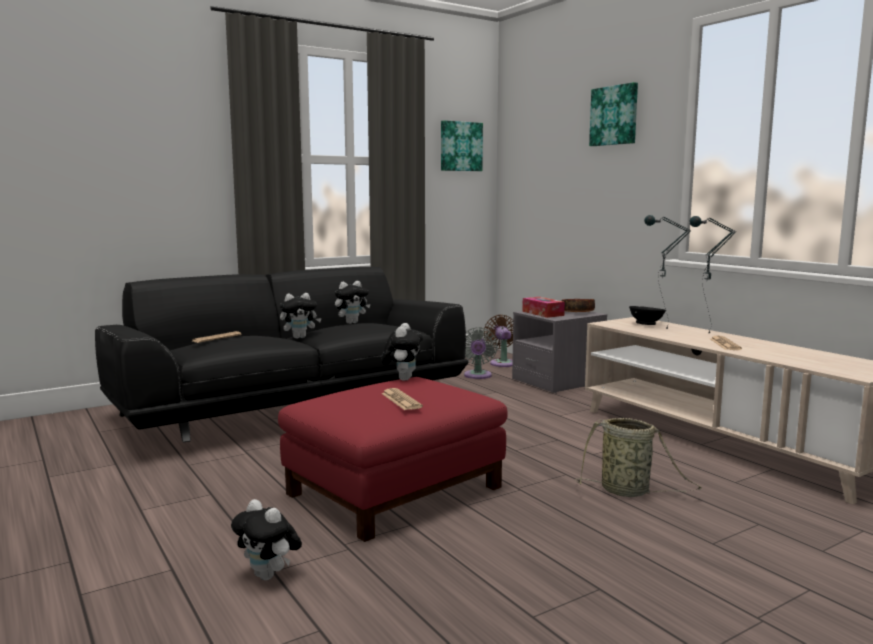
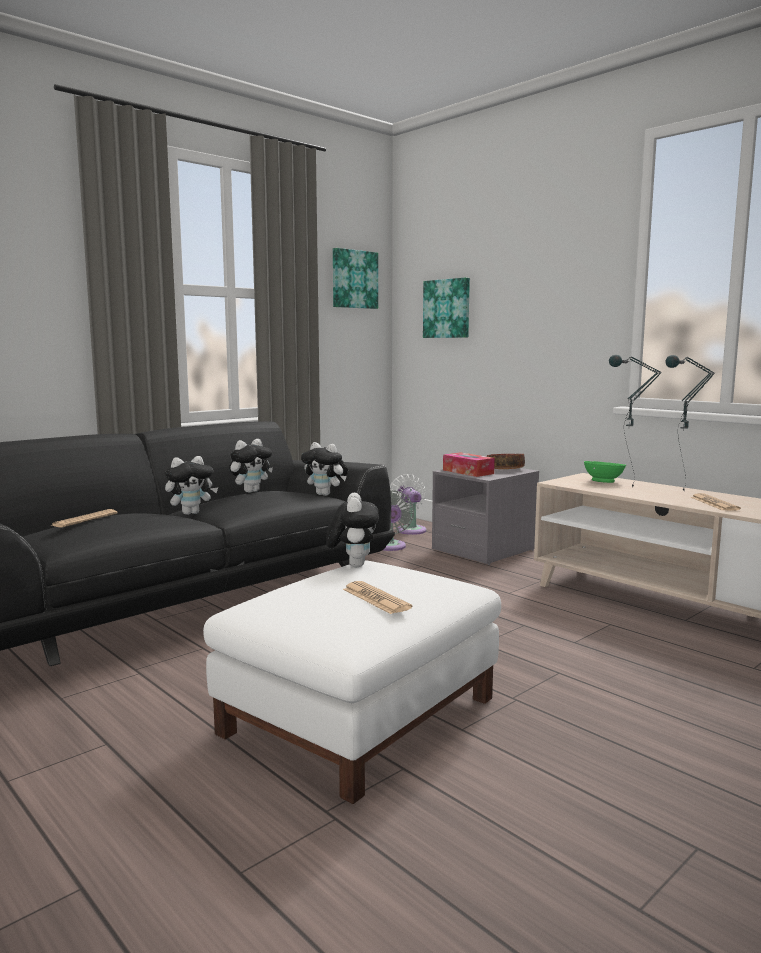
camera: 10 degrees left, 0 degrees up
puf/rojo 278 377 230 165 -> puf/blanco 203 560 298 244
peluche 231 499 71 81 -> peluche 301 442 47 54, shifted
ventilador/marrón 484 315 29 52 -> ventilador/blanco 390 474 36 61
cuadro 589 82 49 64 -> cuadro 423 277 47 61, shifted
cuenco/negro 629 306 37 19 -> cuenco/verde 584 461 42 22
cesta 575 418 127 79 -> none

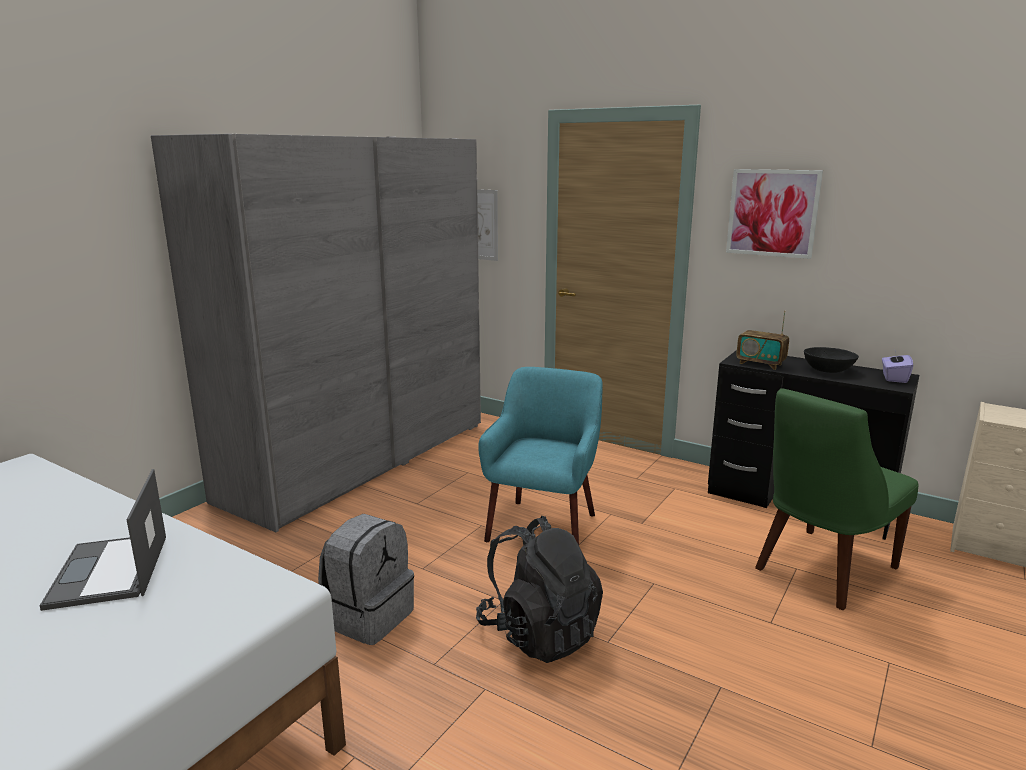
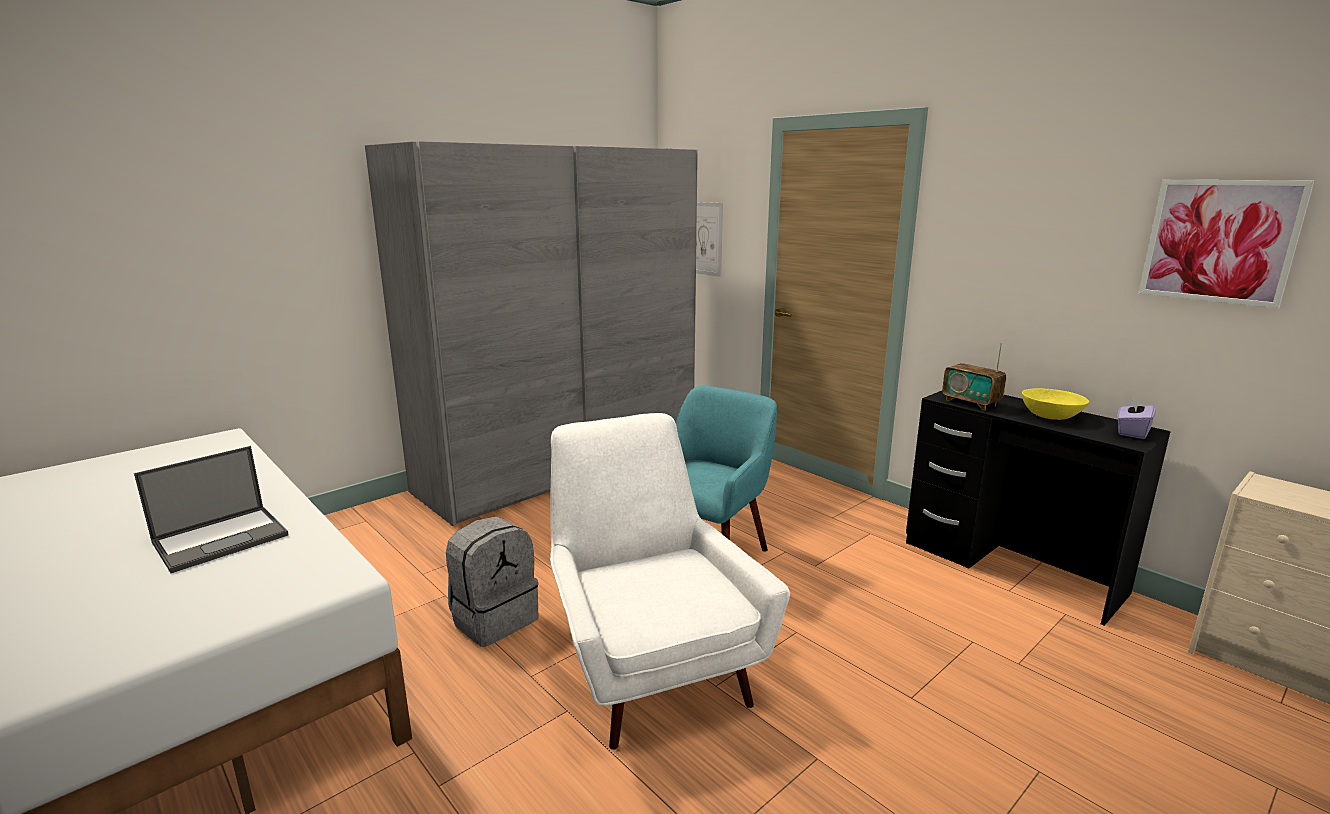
camera: 15 degrees right, 0 degrees up
portátil 39 469 127 142 -> portátil 134 446 155 127, 135 degrees counterclockwise
mochila/negro 476 516 127 147 -> sillón/blanco 550 413 240 337
cuenco/negro 804 347 55 26 -> cuenco/amarillo 1022 388 67 32
cuadro 726 169 97 90 -> cuadro 1138 180 177 128, shifted
silla/verde 755 388 164 222 -> none

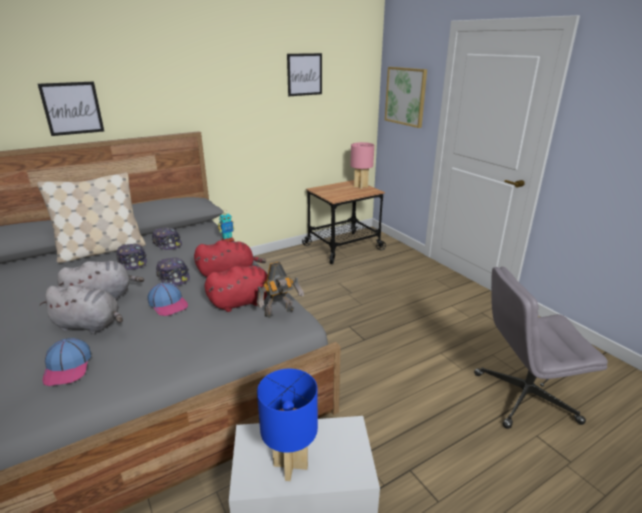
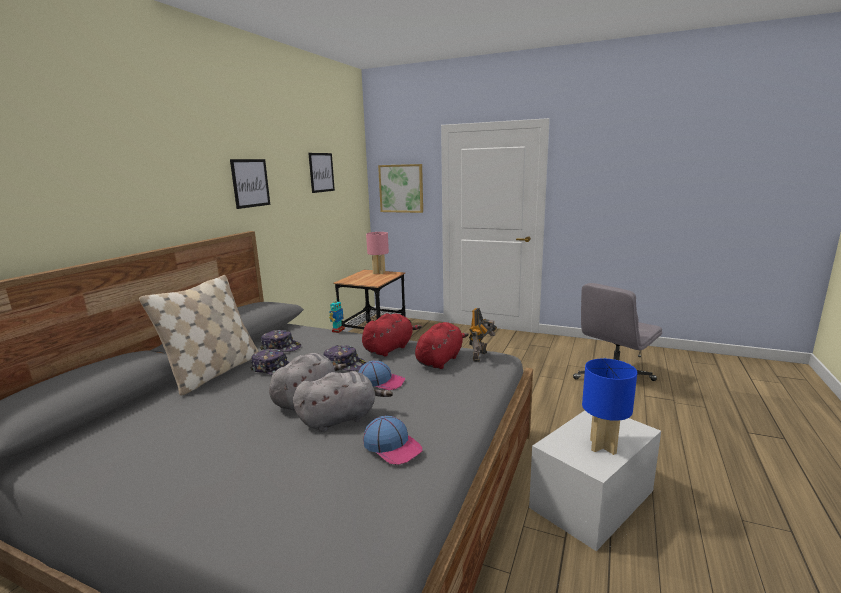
camera: 35 degrees left, 10 degrees down
cuadro 38 82 66 54 -> cuadro 230 159 40 50, shifted

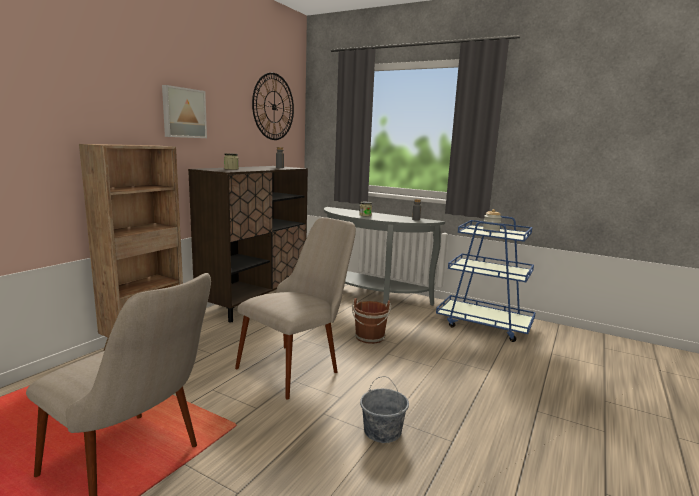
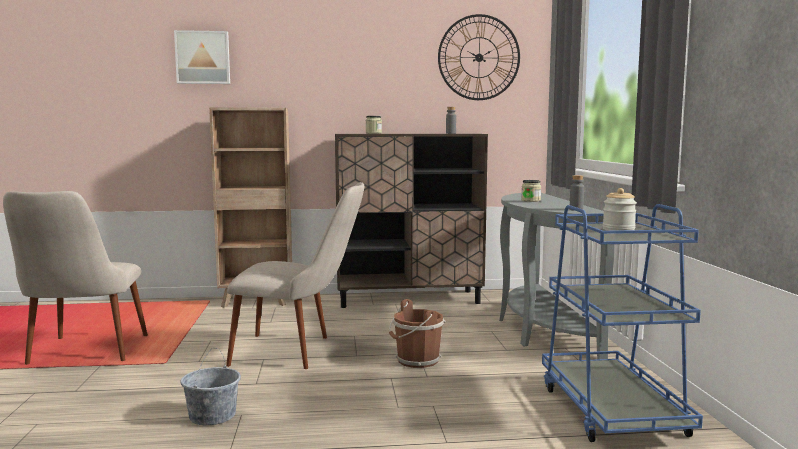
camera: 55 degrees right, 5 degrees down
cuadro 162 85 45 53 -> cuadro 174 30 56 54, shifted

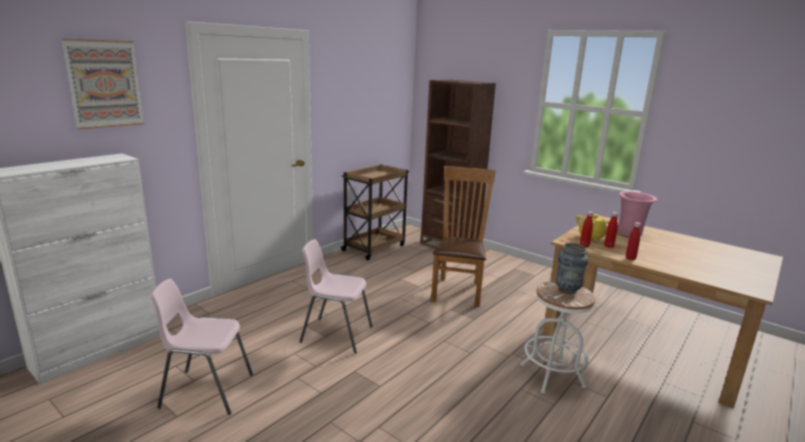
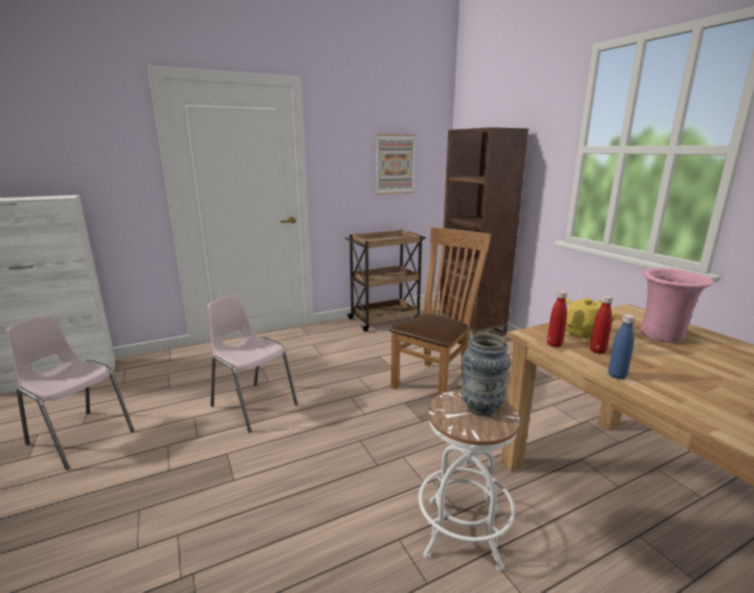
camera: 25 degrees right, 0 degrees up
cuadro 61 38 83 92 -> cuadro 376 134 40 61, shifted
botella/rojo 626 222 15 38 -> botella/azul 608 314 27 65

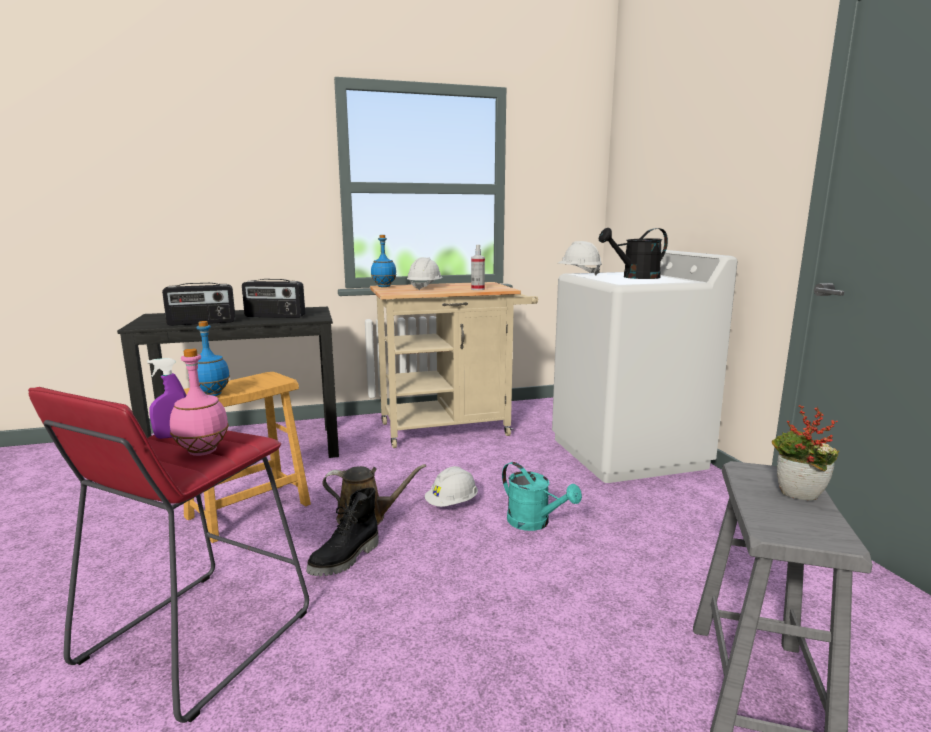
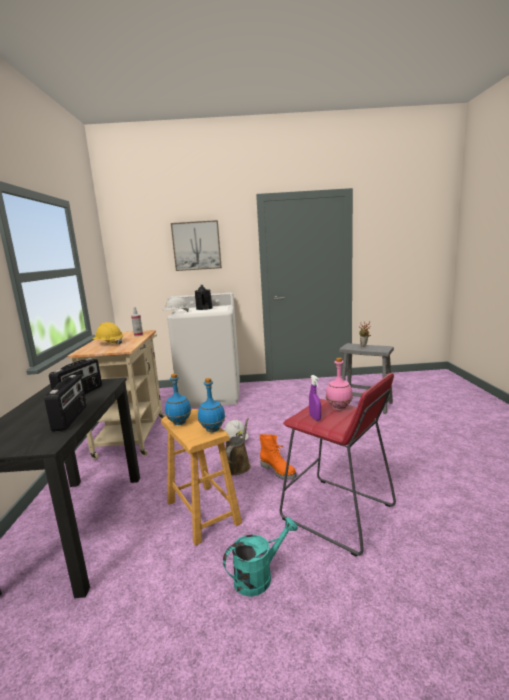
camera: 75 degrees left, 0 degrees up
casco/blanco 407 257 36 33 -> casco/amarillo 93 322 30 23
botella/azul 371 235 26 52 -> botella/azul 165 374 26 51, shifted
none -> cuadro 171 220 51 51
regadera/turquesa 502 462 80 69 -> regadera/turquesa 223 517 75 80, shifted
bota/negro 306 488 73 88 -> bota/naranja 260 434 37 46

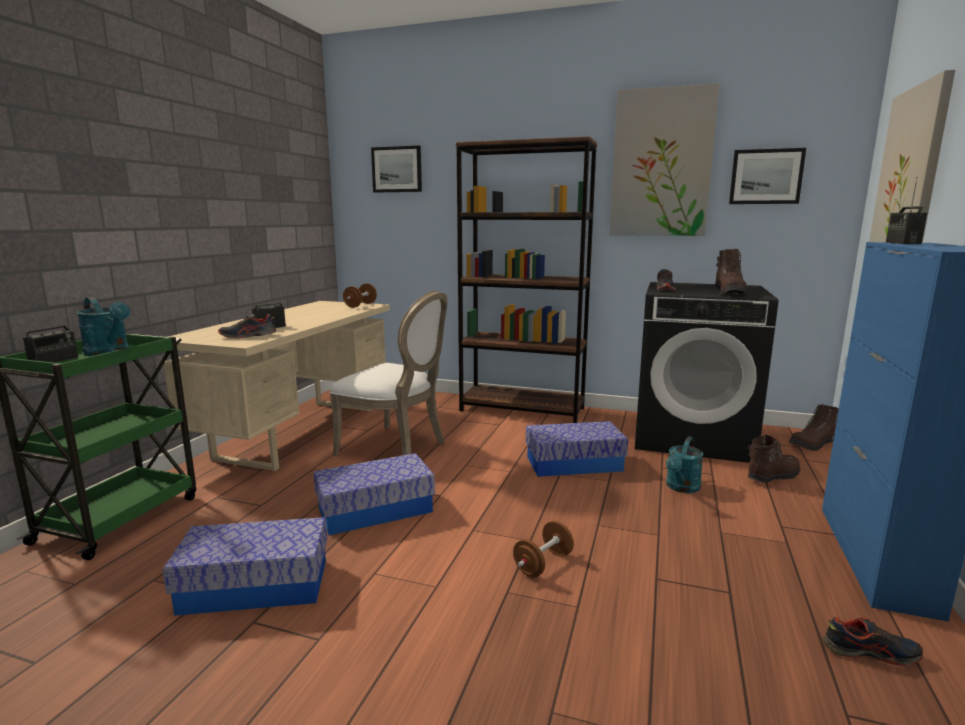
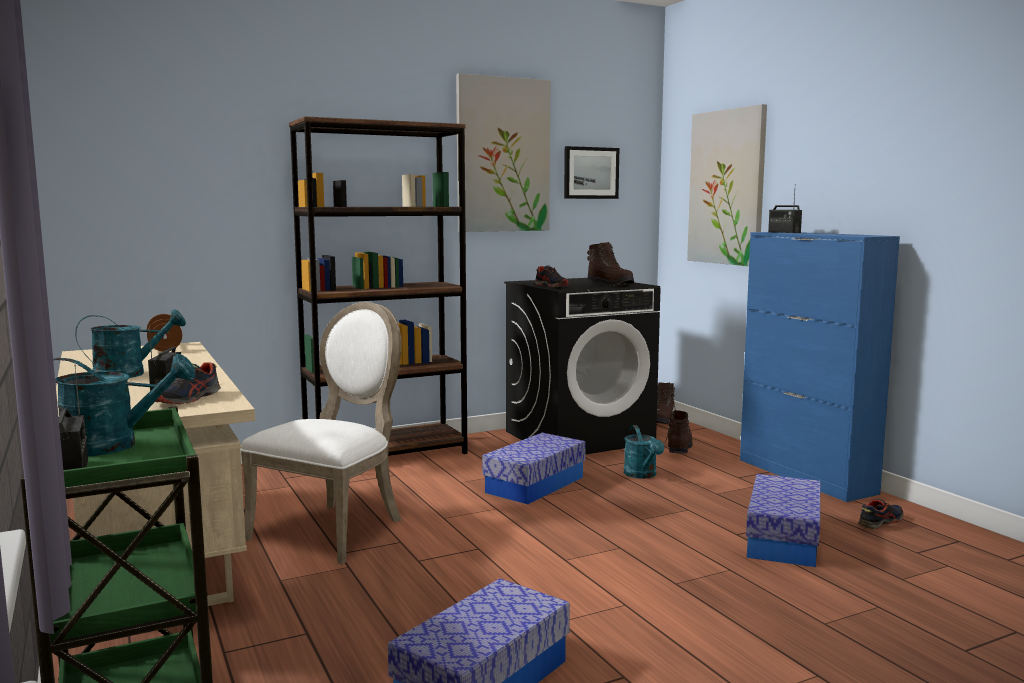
camera: 45 degrees left, 5 degrees down
none -> regadera/turquesa 75 309 111 69
silla/blanco 330 291 118 165 -> silla/blanco 241 302 161 262, 45 degrees counterclockwise
caja de almacenaje 313 453 122 82 -> caja de almacenaje 746 474 74 93, shifted
cuadro 371 146 51 46 -> none
mancuerna/marrón 513 521 61 57 -> none

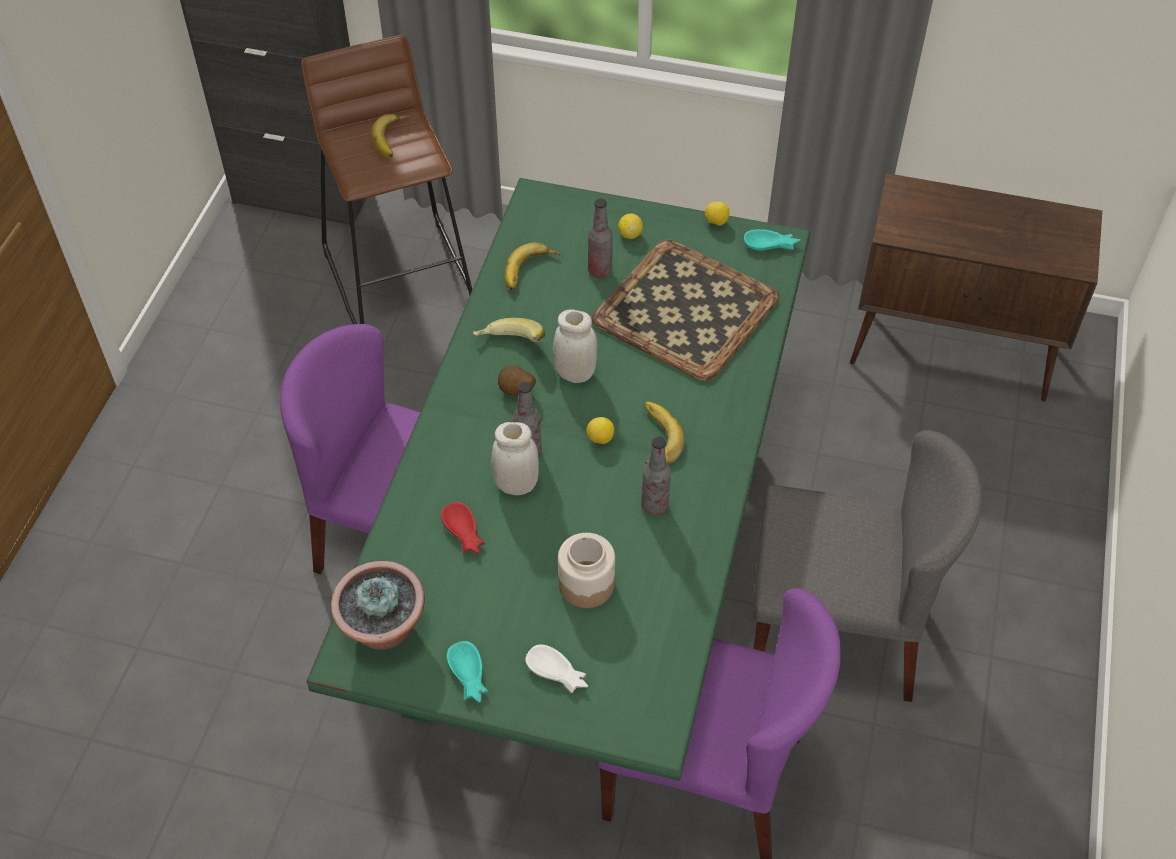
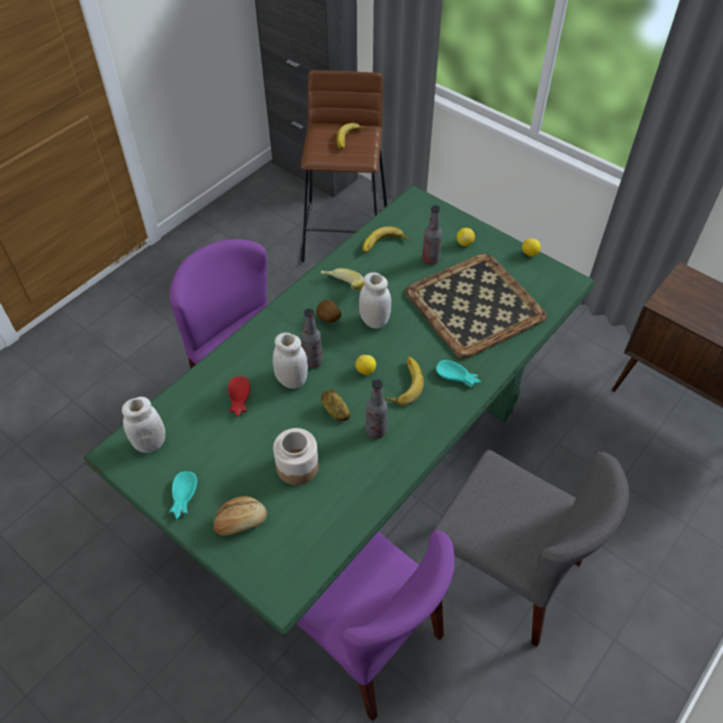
camera: 25 degrees right, 0 degrees up
planta en maceta 331 561 94 89 -> tarro/blanco 122 397 43 56
cuenco/blanco 525 644 63 49 -> pan 213 496 54 40
none -> patata 321 390 29 31
cuenco/turquesa 744 229 57 22 -> cuenco/turquesa 436 360 45 27, shifted

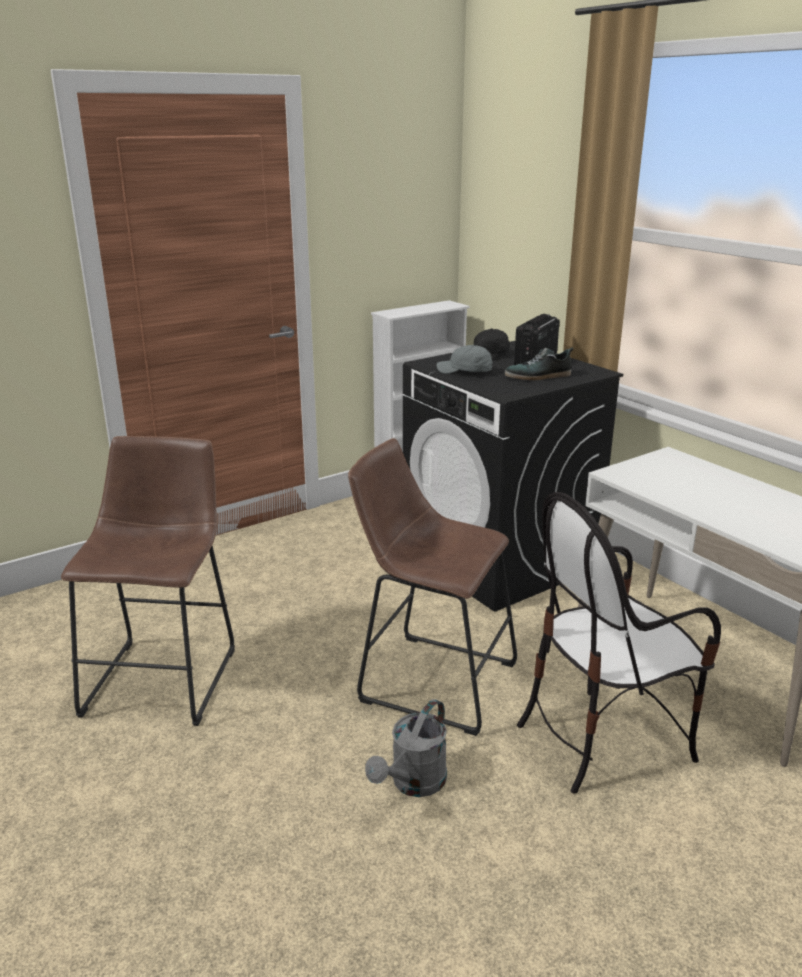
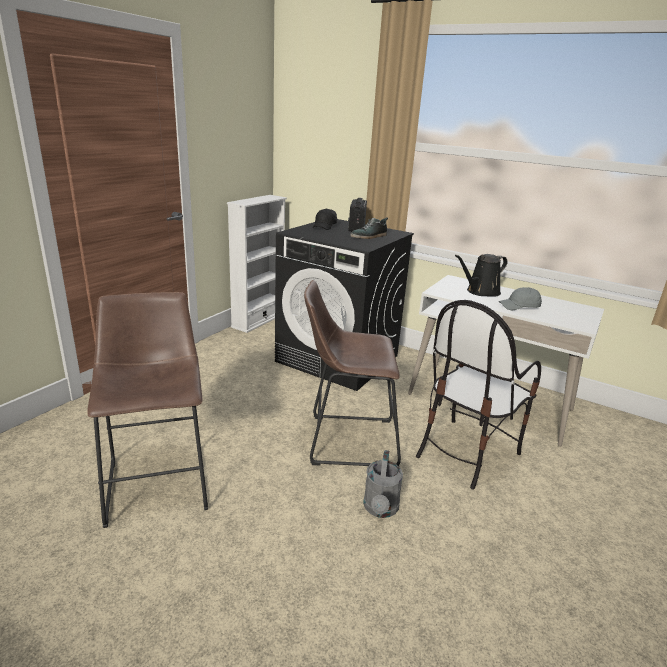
camera: 25 degrees left, 0 degrees up
none -> regadera/negro 455 254 53 43
gorra/gris 437 345 55 29 -> gorra/gris 499 287 43 23, shifted

